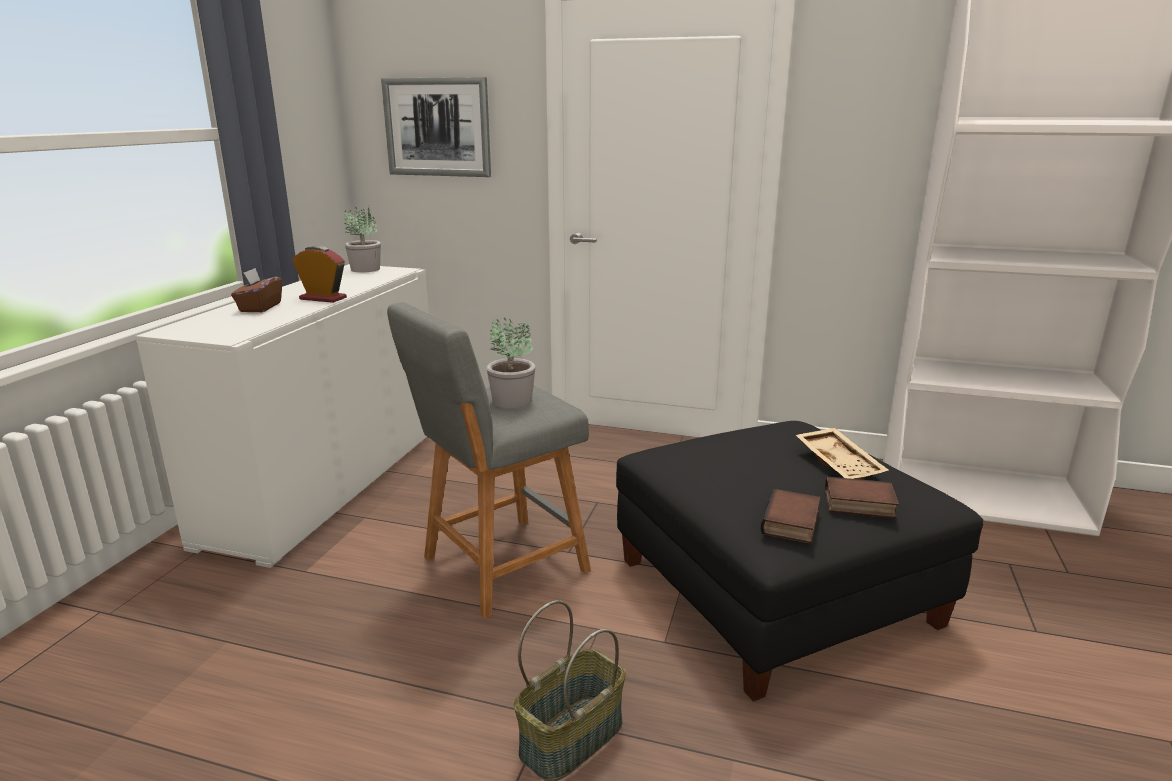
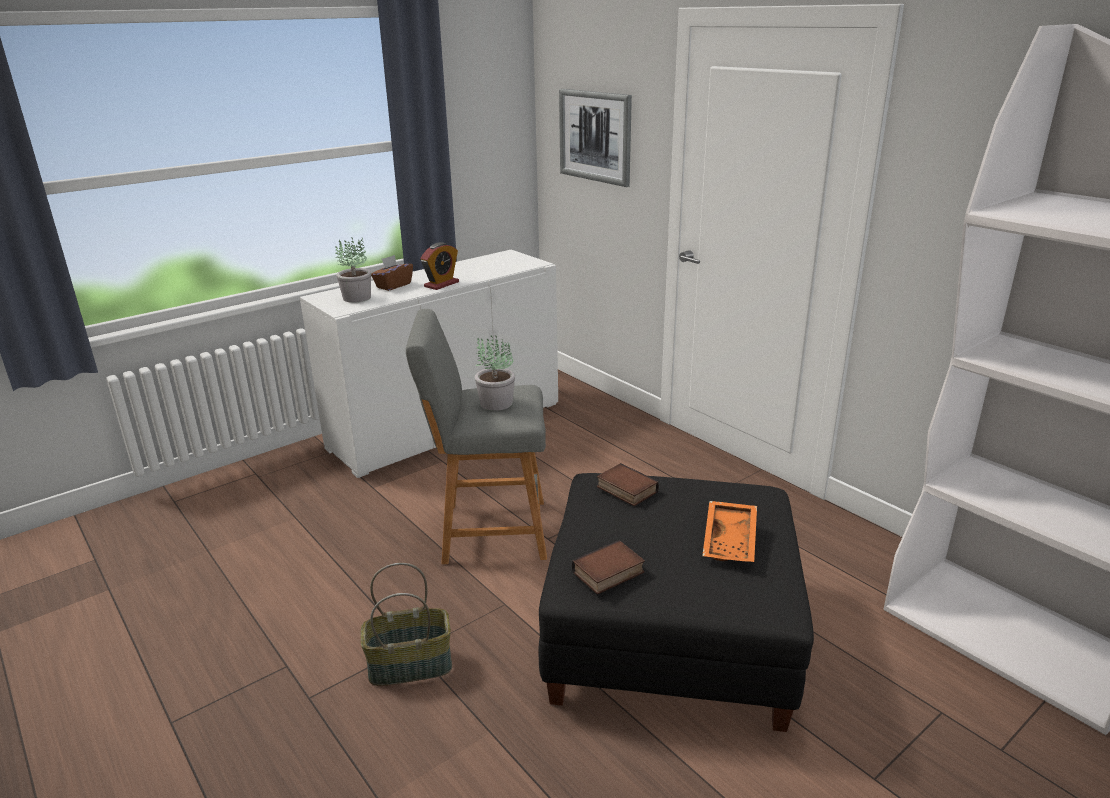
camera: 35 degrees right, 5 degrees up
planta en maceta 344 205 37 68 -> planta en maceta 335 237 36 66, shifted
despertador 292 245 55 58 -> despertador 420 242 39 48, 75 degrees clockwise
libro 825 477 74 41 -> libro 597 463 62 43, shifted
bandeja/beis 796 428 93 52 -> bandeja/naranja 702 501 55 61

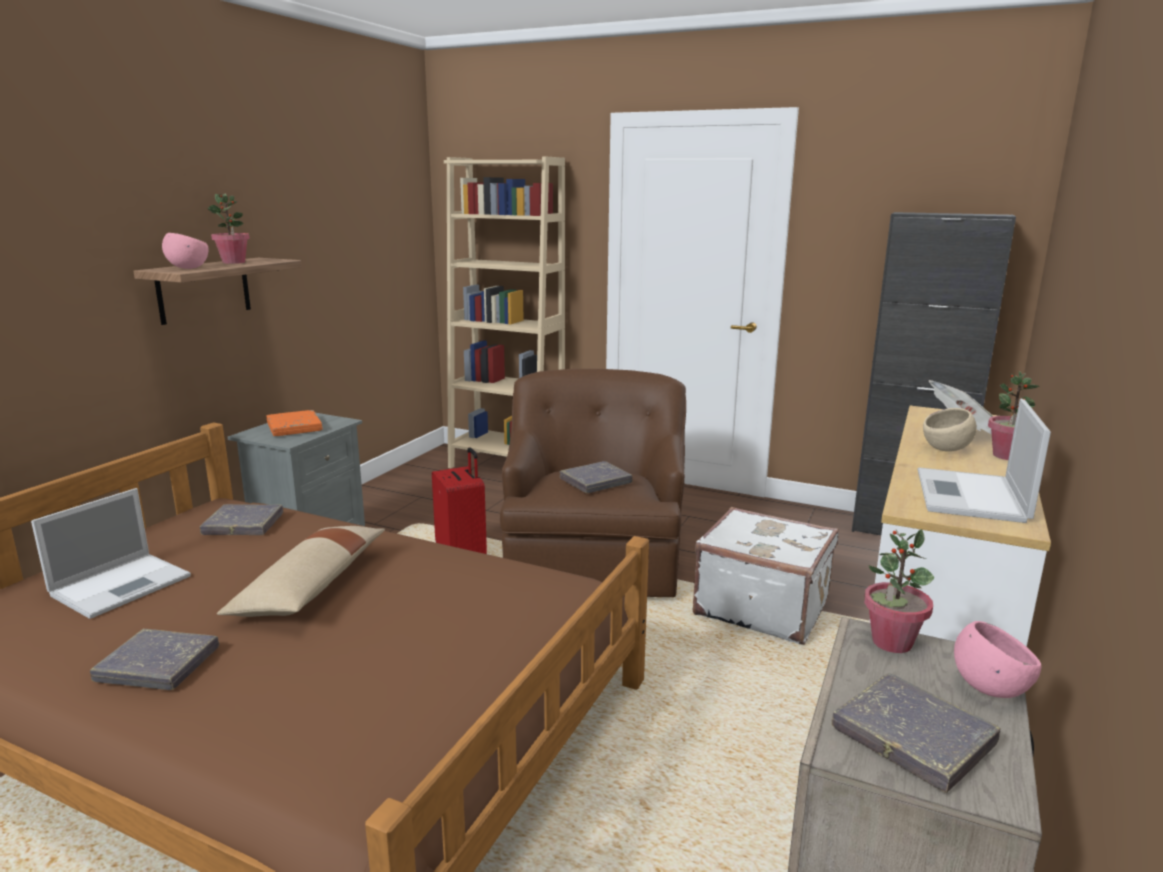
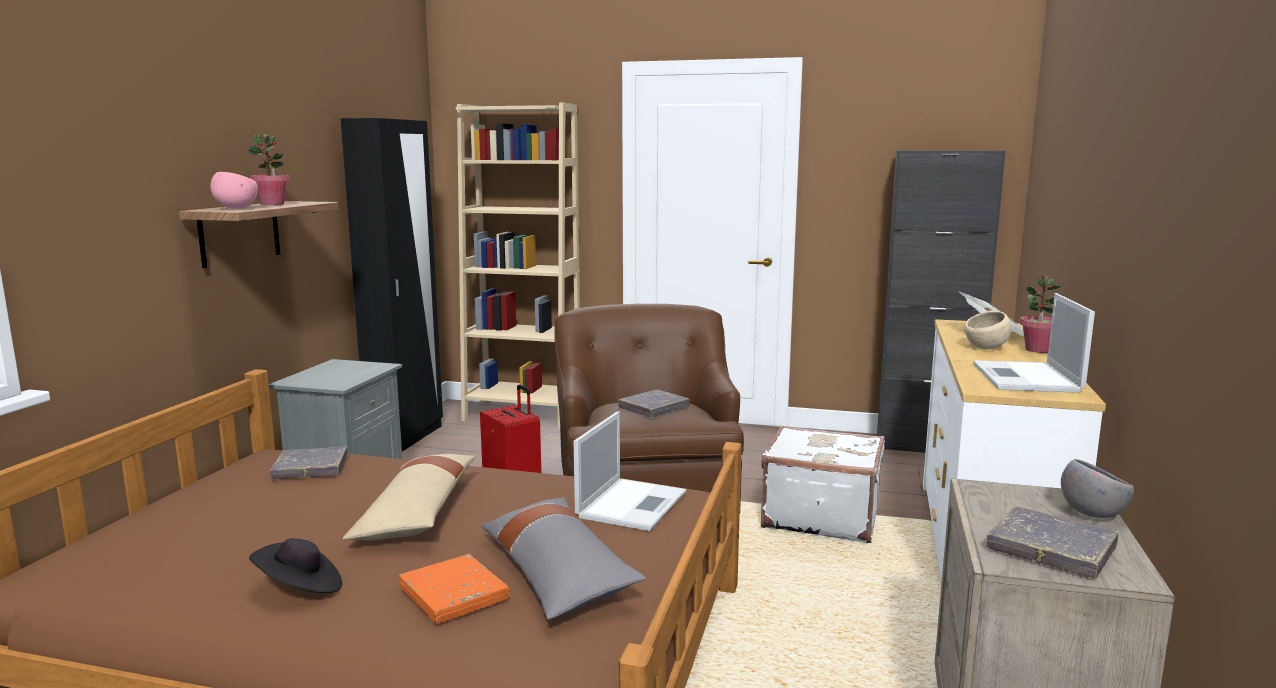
camera: 10 degrees left, 5 degrees down
libro/gris 90 629 129 61 -> sombrero/negro 249 538 93 55
none -> armario ropero/negro 341 118 102 334
libro/naranja 266 410 56 26 -> libro/naranja 399 554 111 70, shifted
none -> cojín/gris 481 497 165 123
portátil 31 488 160 131 -> portátil 574 411 112 120, shifted
cuenco/rosa 954 621 87 77 -> cuenco/gris 1061 459 73 59
planta en maceta 864 529 71 124 -> none

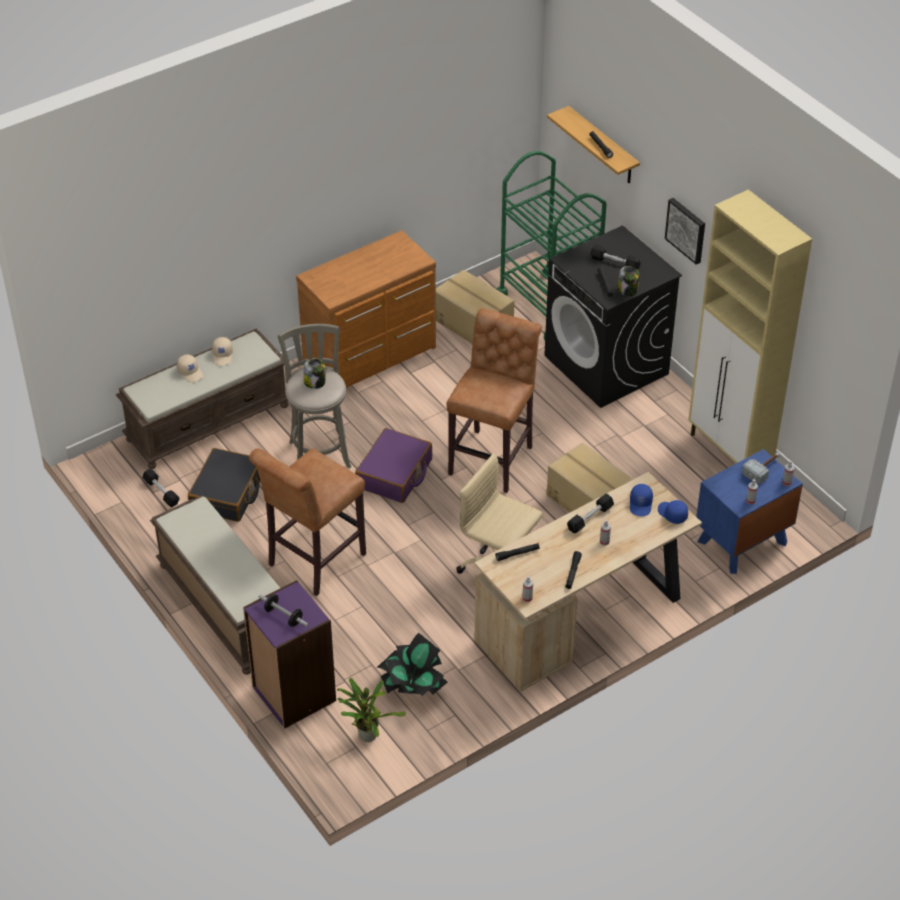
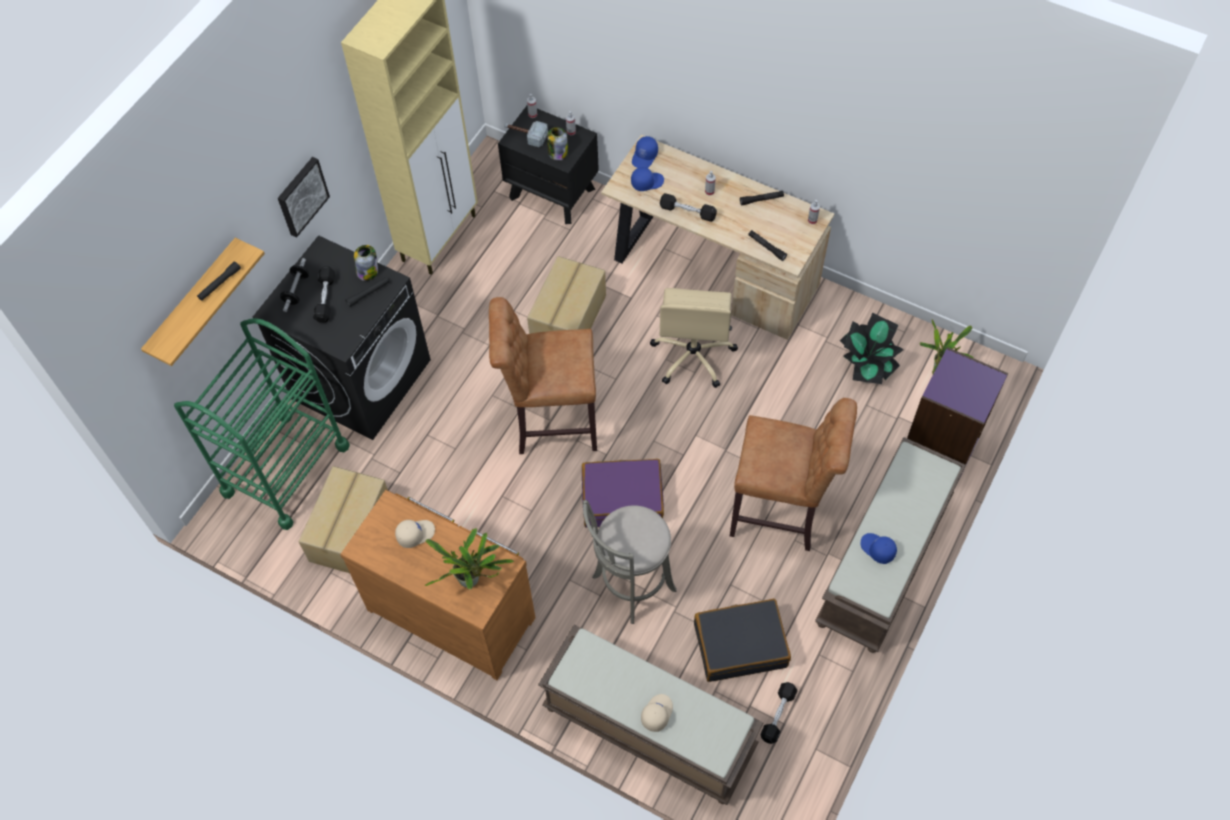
camera: 115 degrees left, 15 degrees up
mancuerna 259 594 49 33 -> mancuerna 280 258 29 54, shifted
gorra/beis 212 337 21 28 -> gorra/beis 395 520 40 28, shifted
none -> planta en maceta 424 528 90 62
mesita de noche/azul 696 449 107 125 -> mesita de noche/negro 498 106 101 118
tarro 304 359 22 30 -> tarro 547 127 21 33, shifted
none -> gorra/azul 860 533 37 31

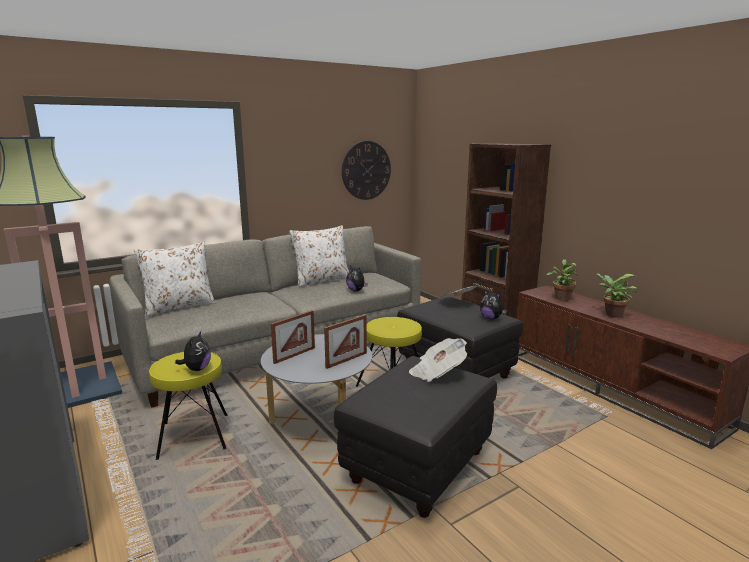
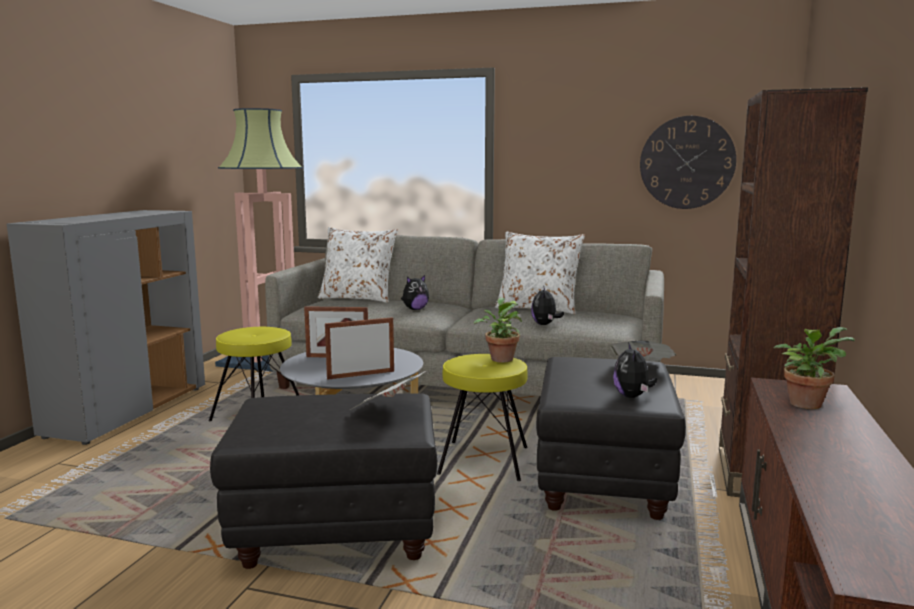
camera: 50 degrees right, 5 degrees down
portarretratos 324 315 43 54 -> portarretratos 325 317 69 62, 150 degrees clockwise
peluche 175 331 36 40 -> peluche 401 275 28 35, shifted
planta en maceta 596 273 42 44 -> planta en maceta 473 297 49 66, shifted

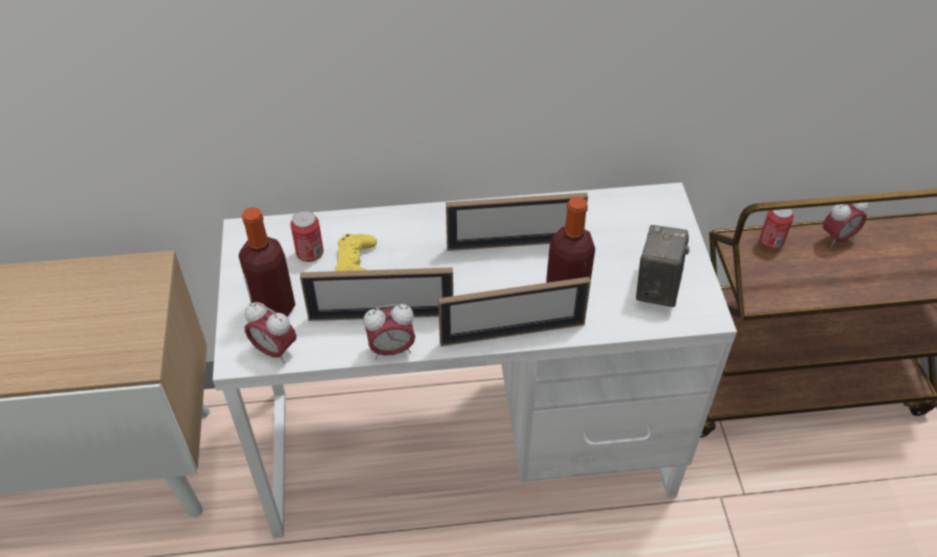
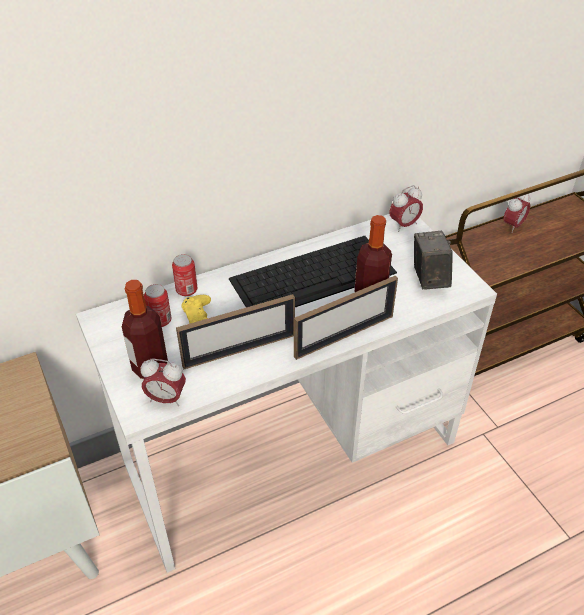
camera: 20 degrees left, 5 degrees down
lata 760 209 34 40 -> lata 172 254 25 42, shifted
portarretratos 446 193 142 58 -> teclado 229 236 168 71
despertador 363 304 52 55 -> despertador 389 185 34 47, shifted

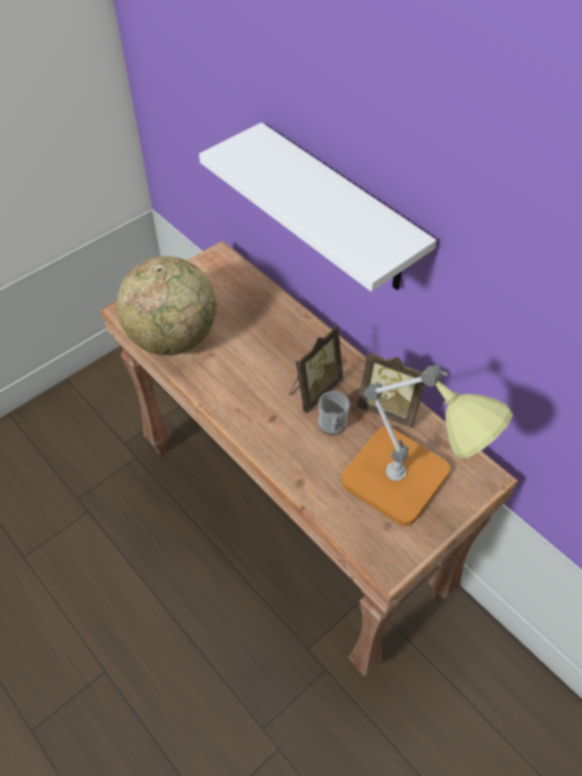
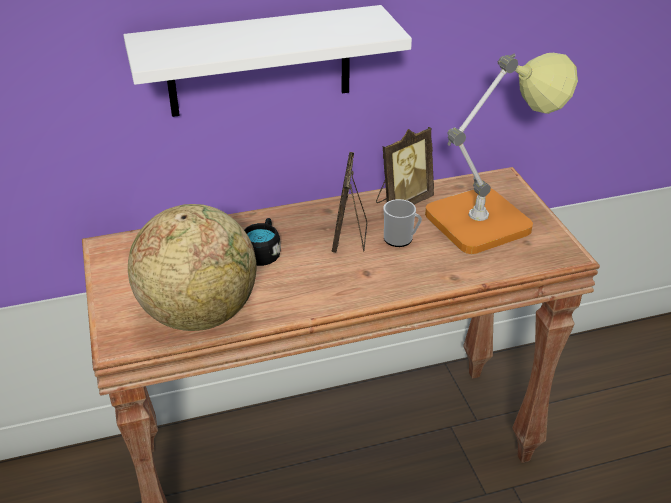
camera: 65 degrees left, 15 degrees down
none -> taza grande/negro 244 218 37 48
portarretratos 289 325 54 88 -> portarretratos 332 152 35 100, 150 degrees counterclockwise

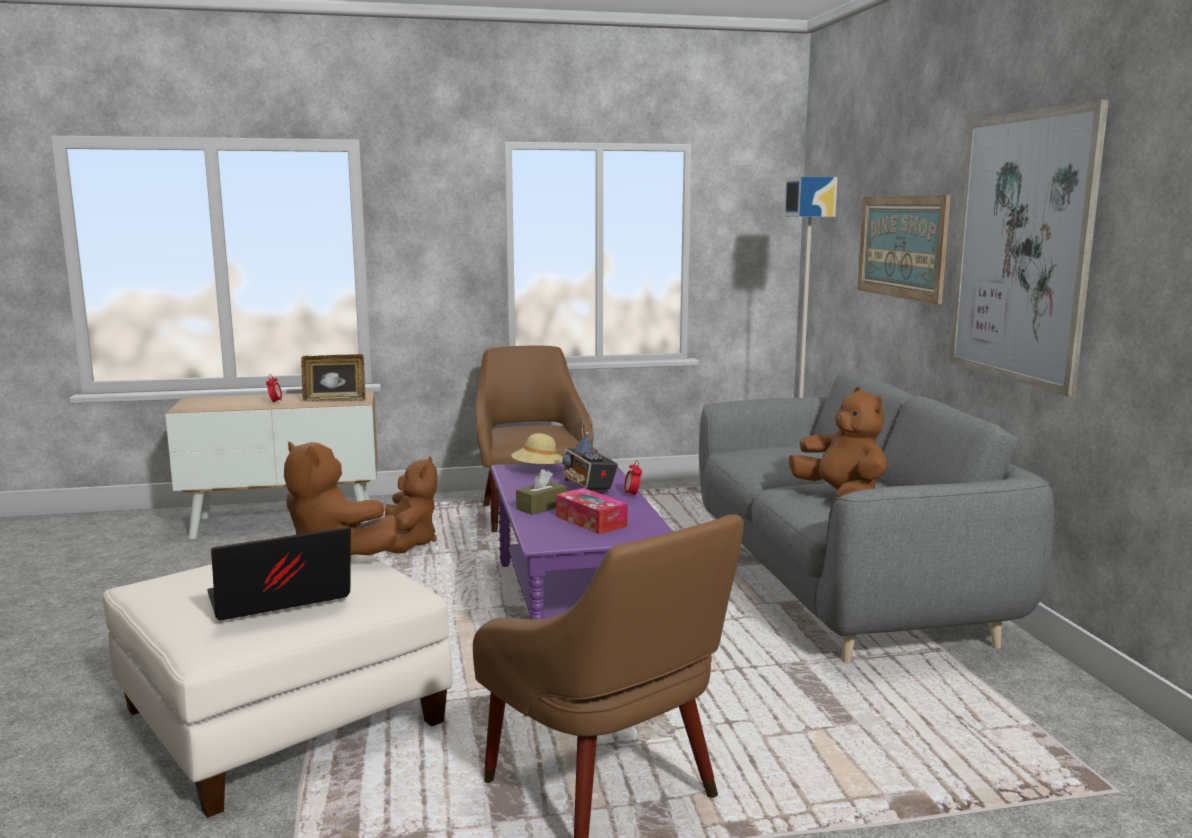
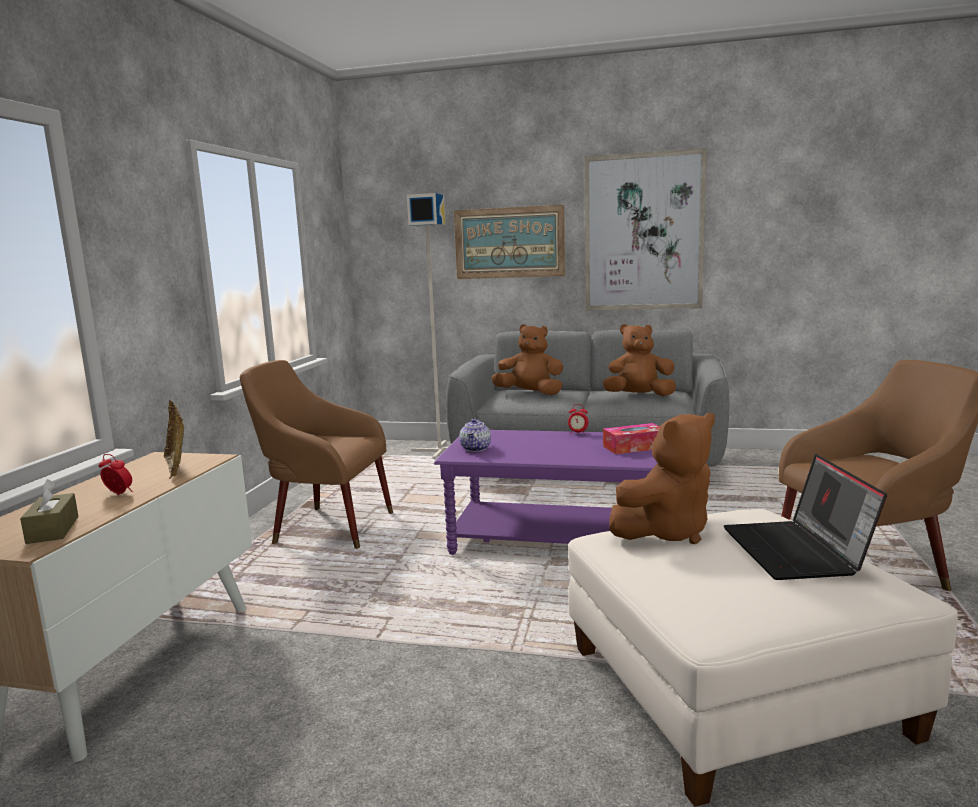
camera: 65 degrees left, 0 degrees up
caja de pañuelos/marrón 516 469 51 46 -> caja de pañuelos/marrón 20 479 59 65, shifted
portarretratos 301 354 64 48 -> portarretratos 164 400 20 79, 135 degrees clockwise
sombrero/beis 511 433 52 31 -> tetera 459 419 32 33
peluche/marrón 385 456 52 98 -> peluche/marrón 491 324 72 71, shifted
radio 562 414 56 79 -> none

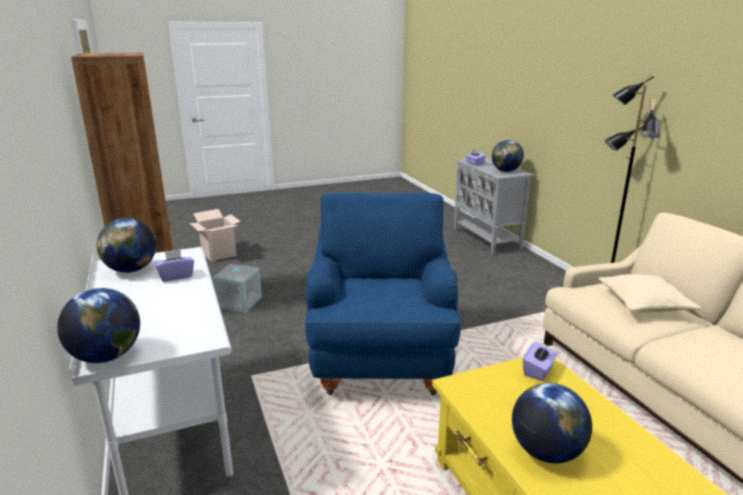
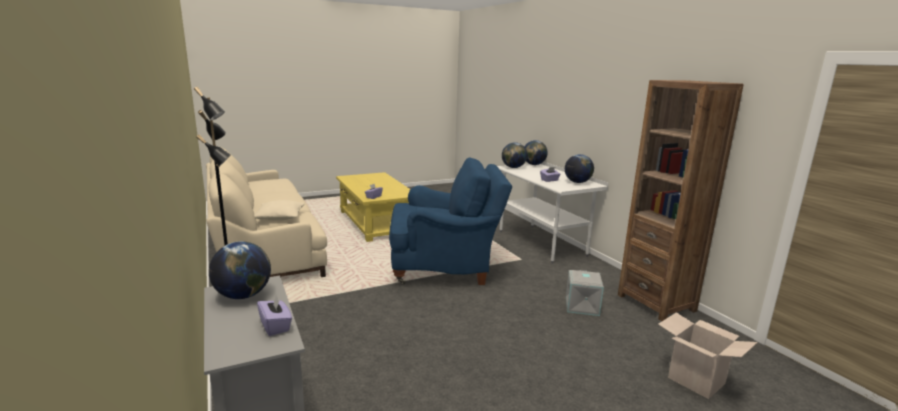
camera: 175 degrees right, 5 degrees down
sillón/azul 305 193 156 203 -> sillón/azul 389 157 123 128, 90 degrees counterclockwise
globo terráqueo 512 383 80 80 -> globo terráqueo 502 142 25 26, shifted

